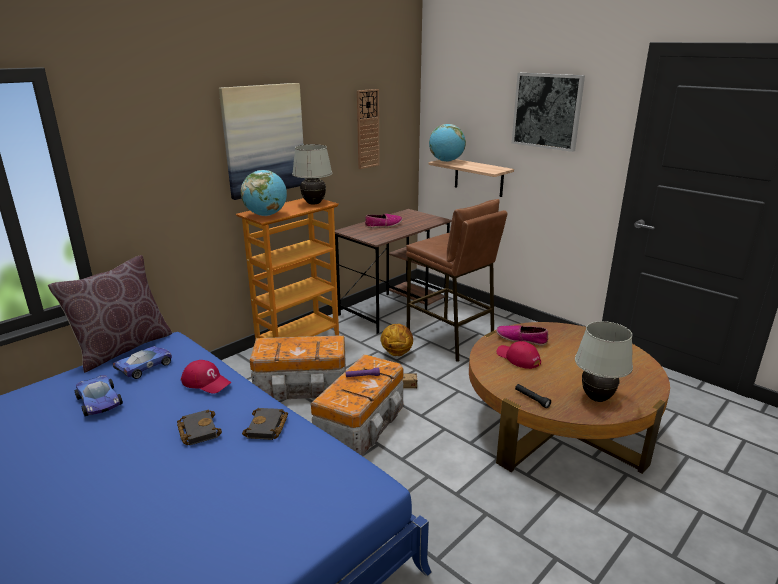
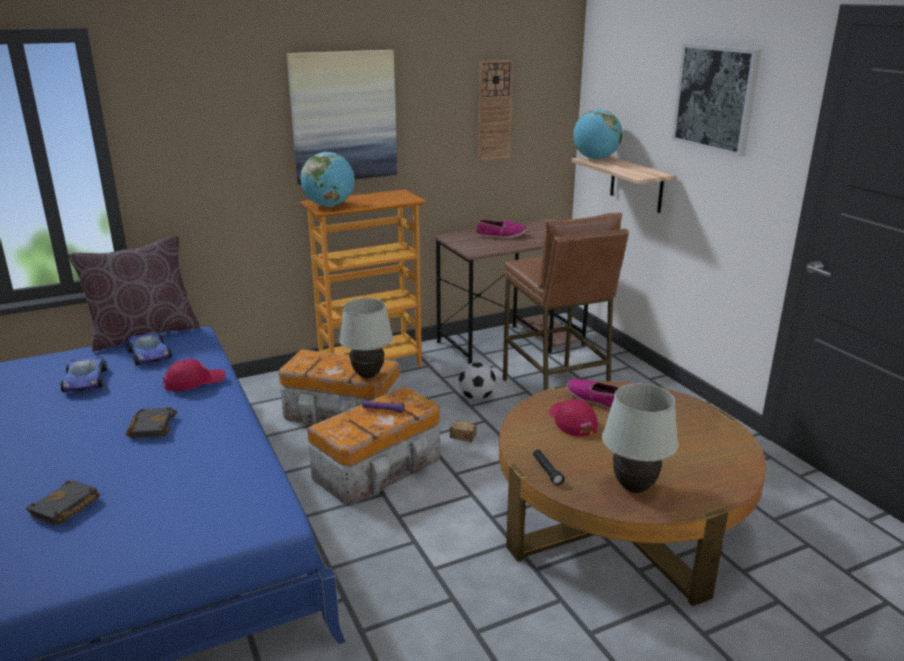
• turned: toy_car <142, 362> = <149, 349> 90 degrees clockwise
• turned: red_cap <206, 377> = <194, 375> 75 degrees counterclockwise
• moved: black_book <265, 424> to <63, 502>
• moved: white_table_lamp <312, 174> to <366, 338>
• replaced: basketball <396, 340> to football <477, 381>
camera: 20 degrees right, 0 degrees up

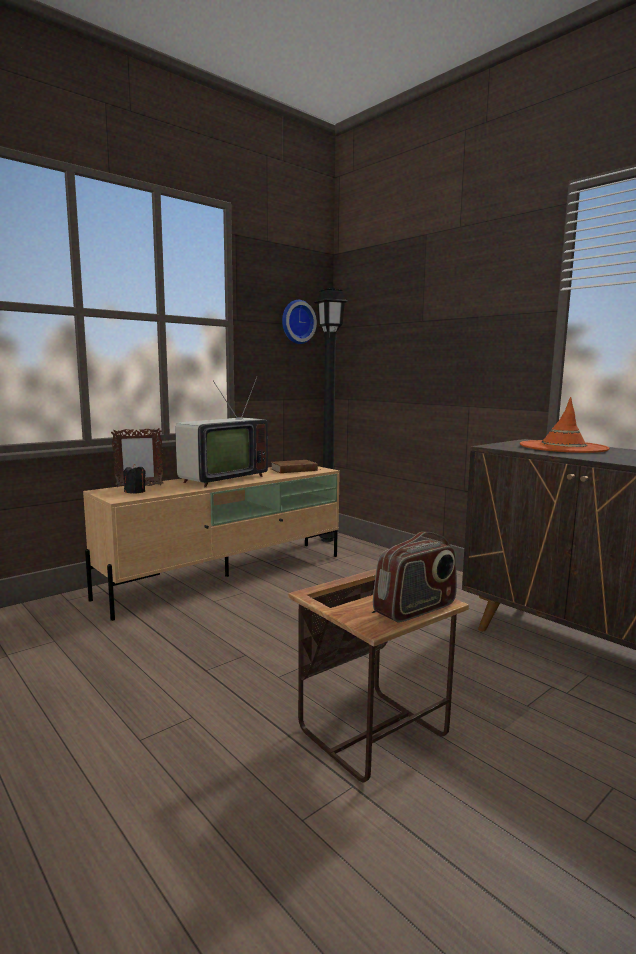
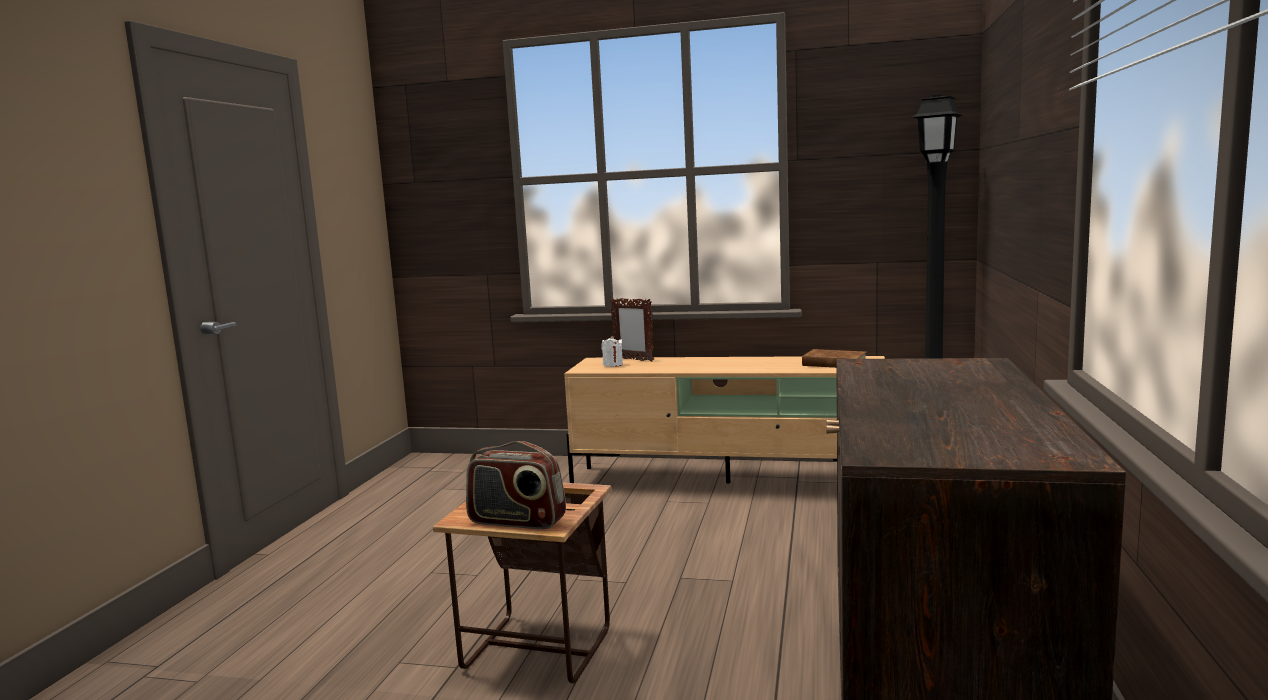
• recoloured: black_candle <135, 479> to white_candle <612, 351>
• removed: television <221, 432>
• removed: wall_clock <299, 322>
• removed: orange_hat <565, 425>
camera: 55 degrees right, 0 degrees up

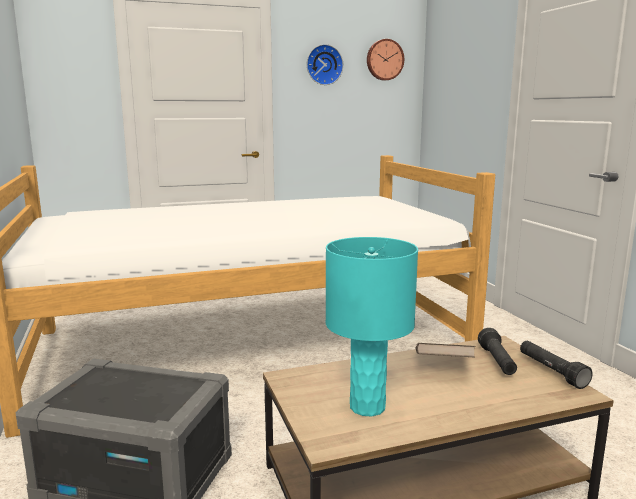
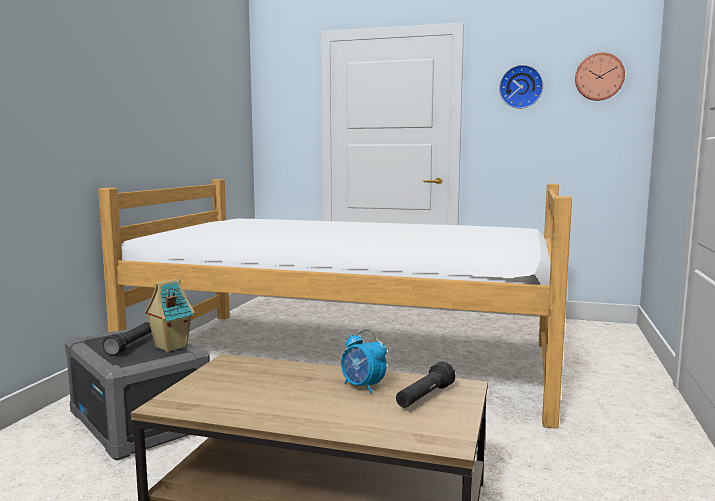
• removed: turquoise_table_lamp <371, 327>
• replaced: brown_book <445, 350> to alarm_clock <364, 362>
• moved: black_flashlight <556, 365> to <127, 339>
• added: toy_house <169, 315>
camera: 35 degrees right, 5 degrees down

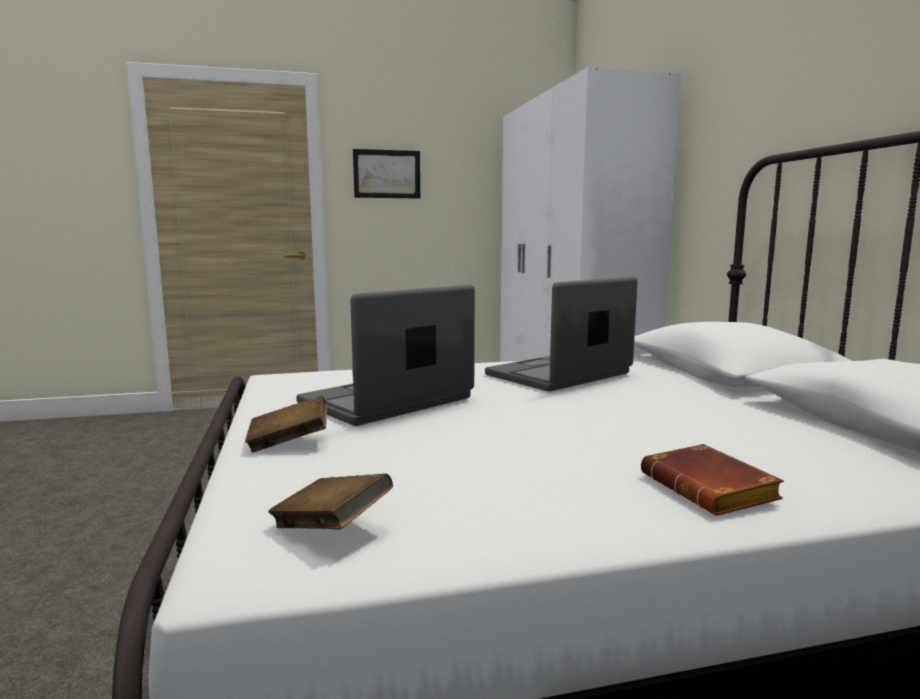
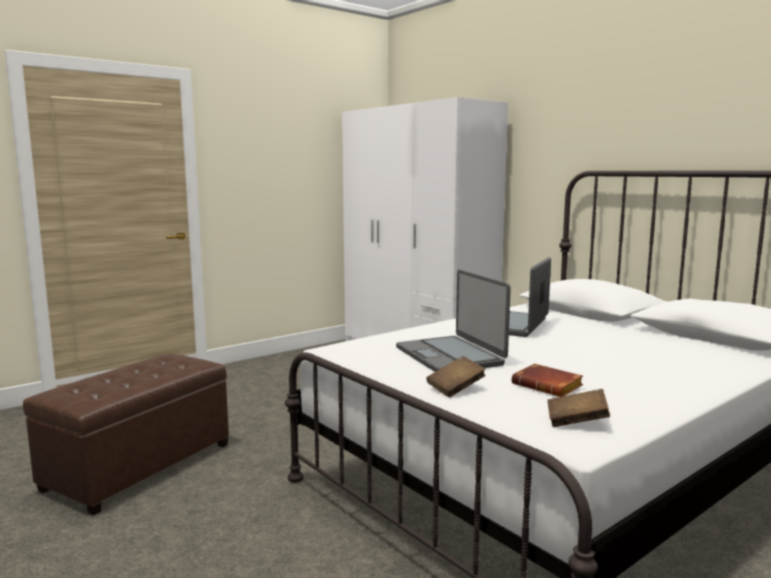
• turned: laptop <385, 355> = <453, 321> 45 degrees counterclockwise
• removed: picture <386, 174>
• moved: brown_book <712, 480> to <547, 380>
• added: brown_ottoman <126, 434>
camera: 25 degrees left, 0 degrees up

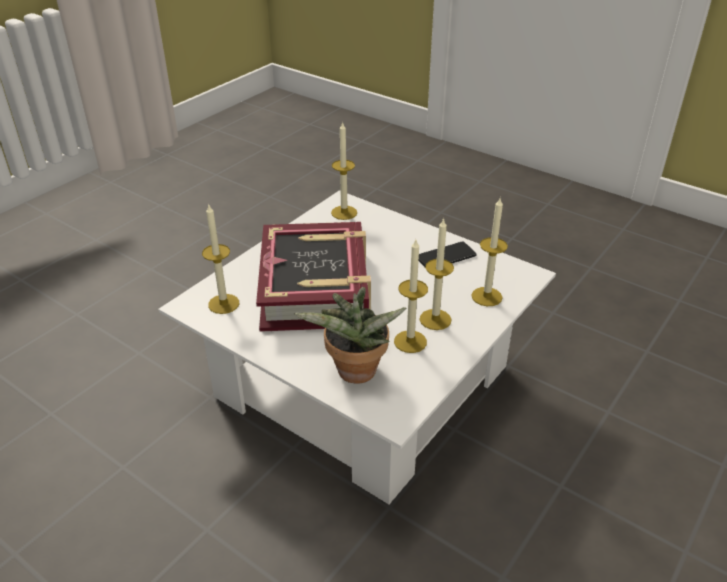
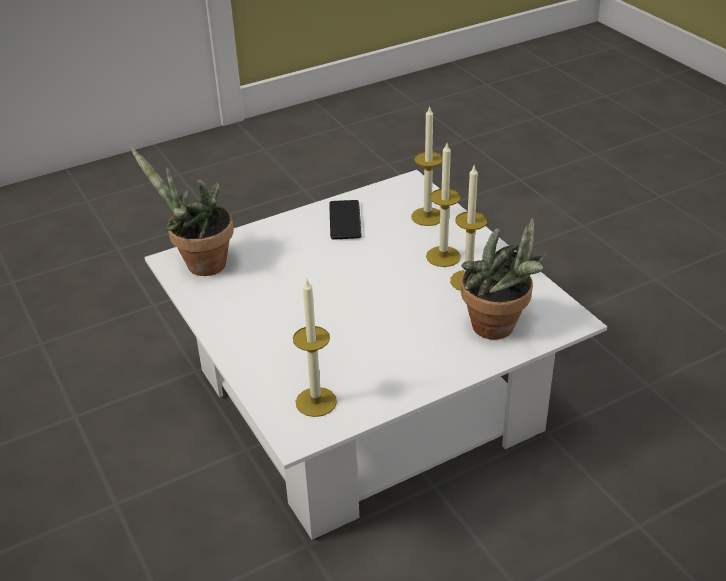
• removed: book <313, 277>
• replaced: candle <344, 170> to potted_plant <182, 211>
camera: 65 degrees left, 0 degrees up

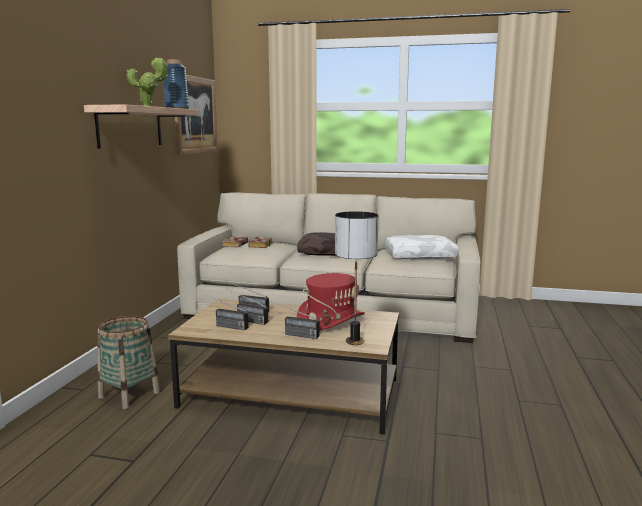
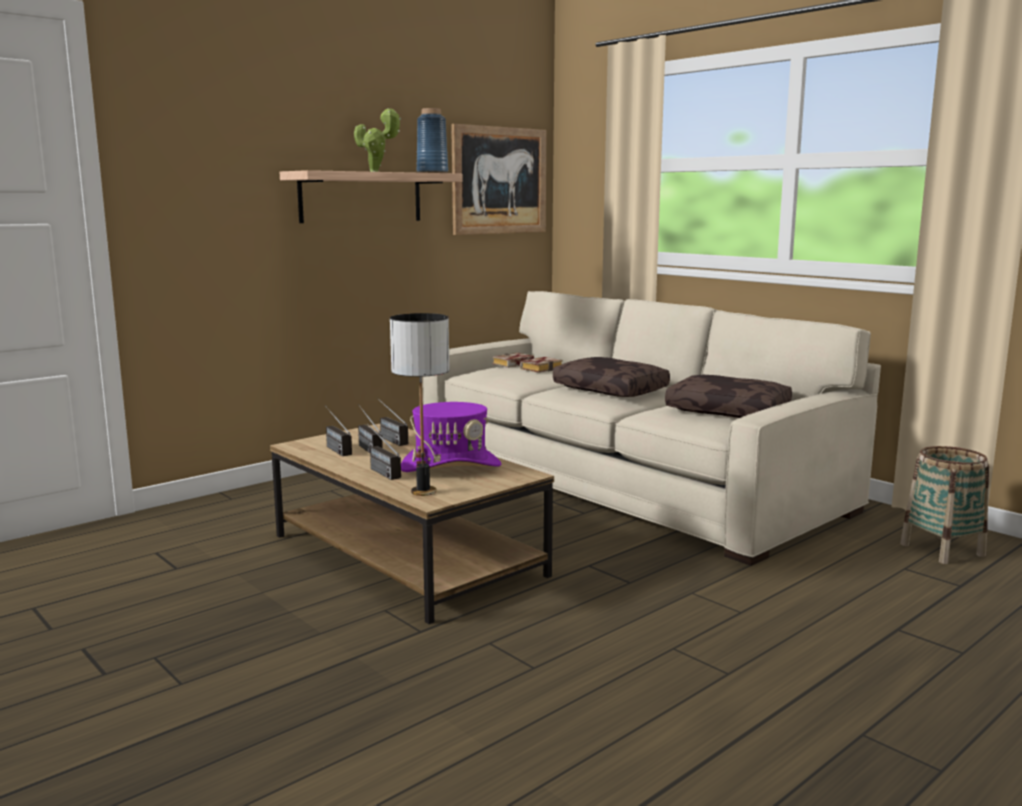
• moved: basket <128, 362> to <944, 505>
• recoloured: red_hat <331, 301> to purple_hat <451, 437>
• recoloured: white_pillow <422, 247> to brown_pillow <728, 396>
camera: 35 degrees right, 0 degrees up

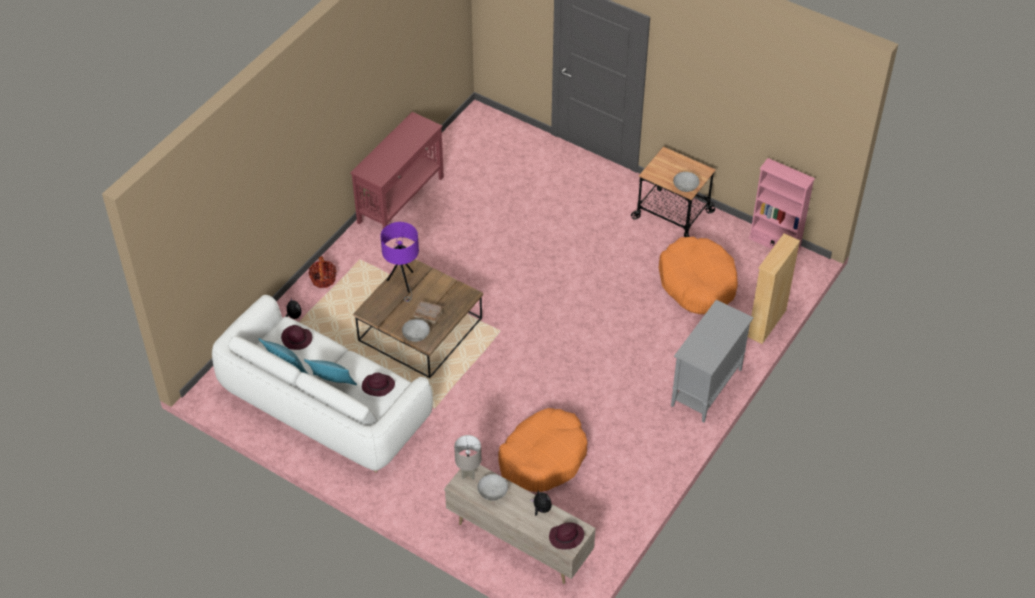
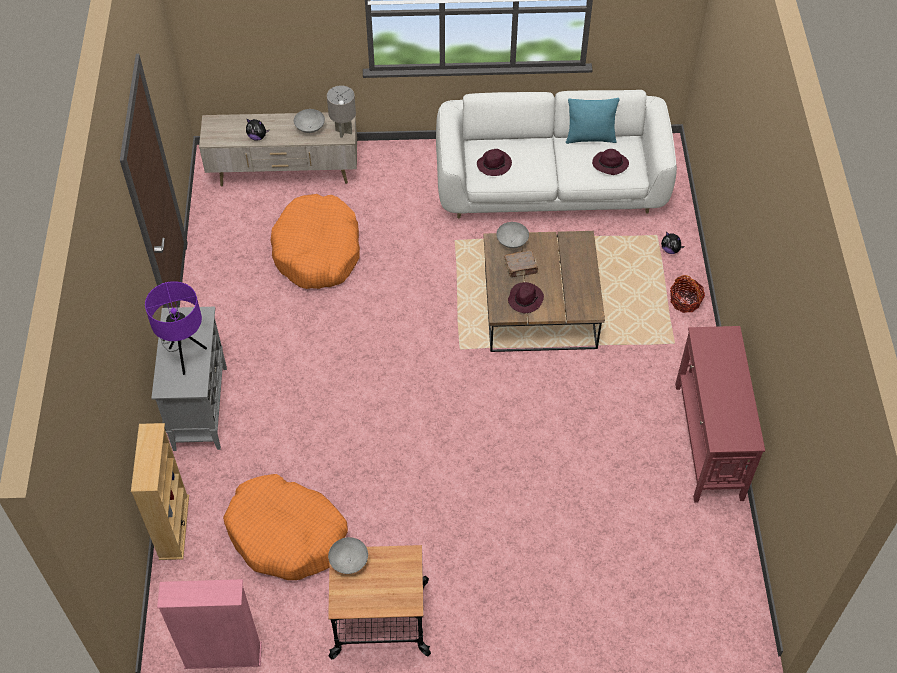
• removed: turquoise_pillow <330, 372>
• moved: purple_table_lamp <399, 262> to <176, 328>
• moved: purple_hat <566, 535> to <526, 297>
camera: 145 degrees right, 5 degrees up

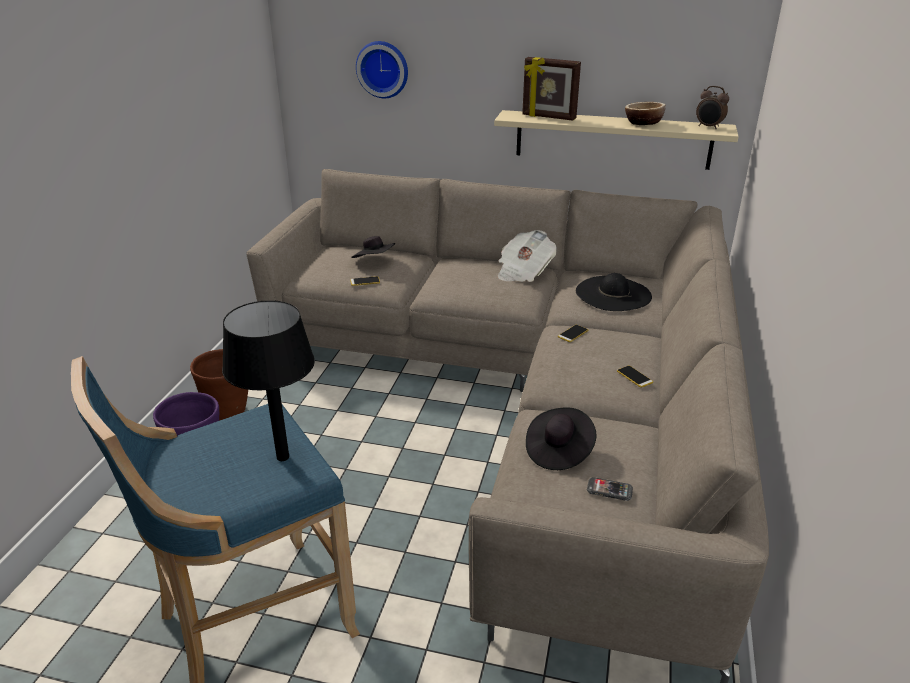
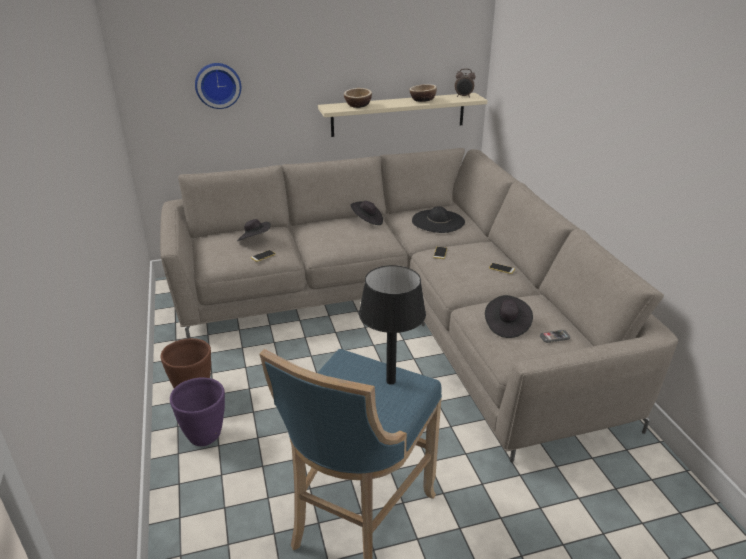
• replaced: newspaper <527, 256> to black_hat <366, 213>
• replaced: picture_frame <551, 89> to bowl <358, 98>
camera: 30 degrees left, 0 degrees up

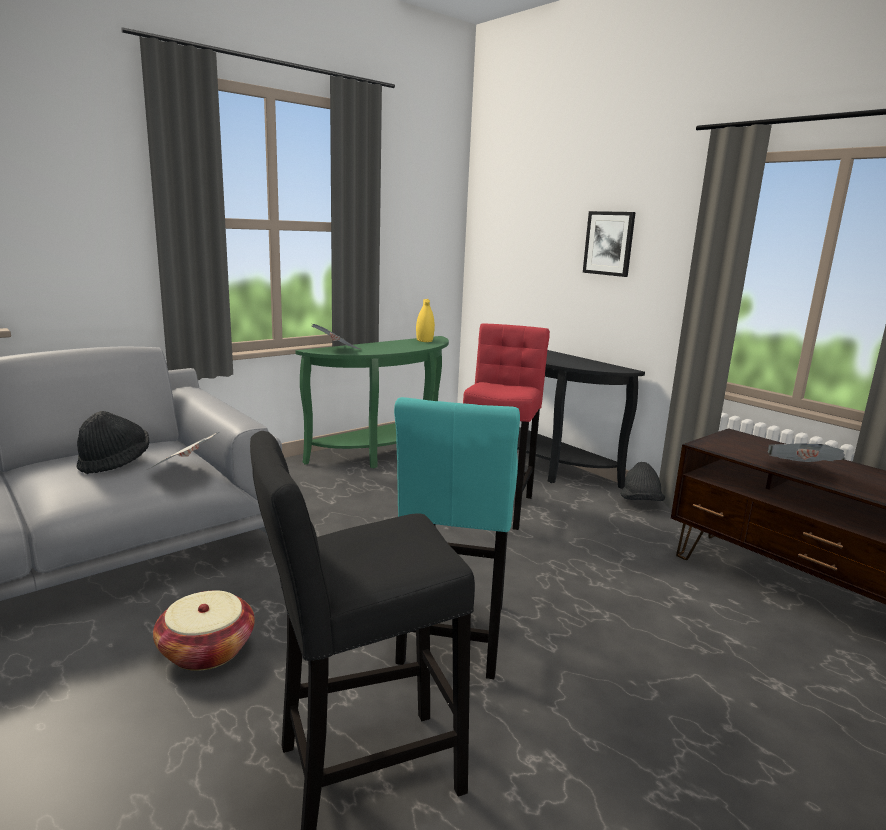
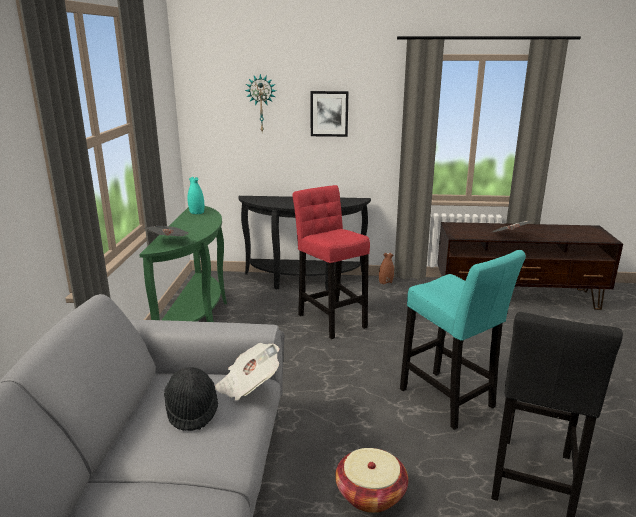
• recoloured: yellow_vase <425, 320> to turquoise_vase <195, 195>
• replaced: black_hat <642, 481> to brown_vase <386, 268>
• added: wall_clock <260, 103>
camera: 45 degrees left, 5 degrees up

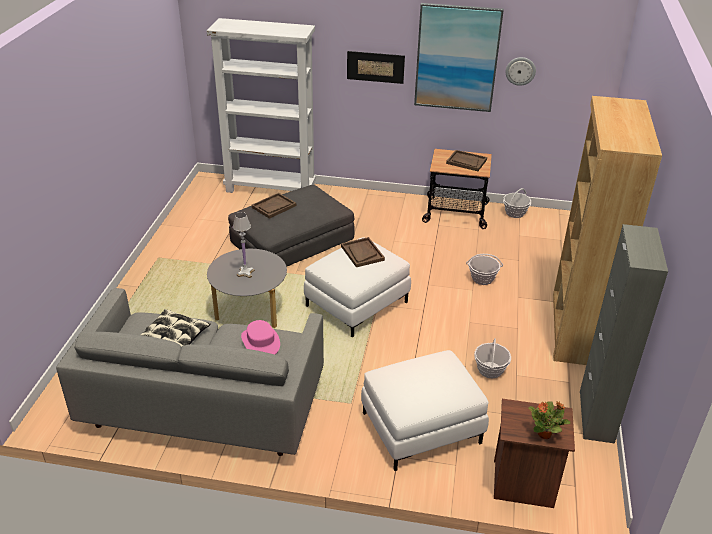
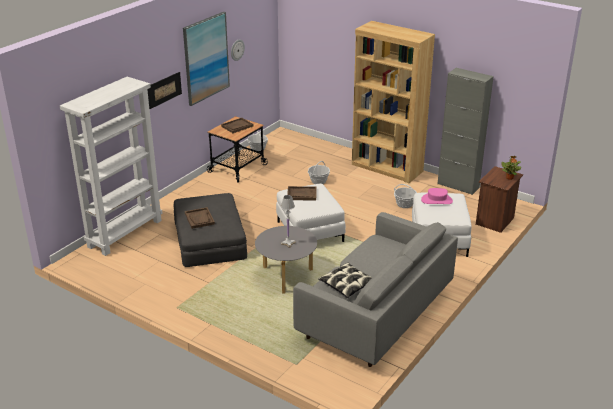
• moved: pink_hat <260, 337> to <437, 196>
camera: 65 degrees left, 5 degrees down

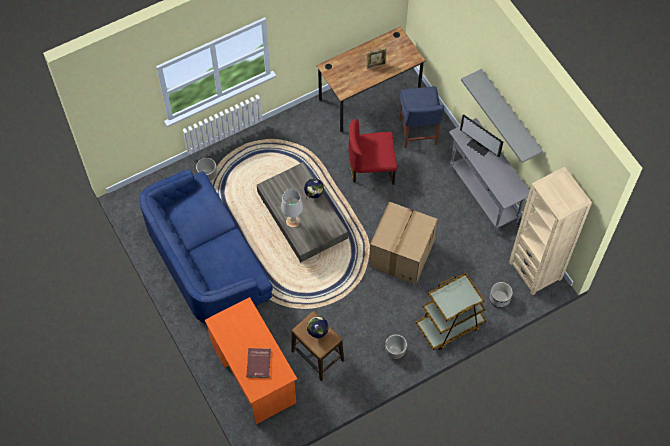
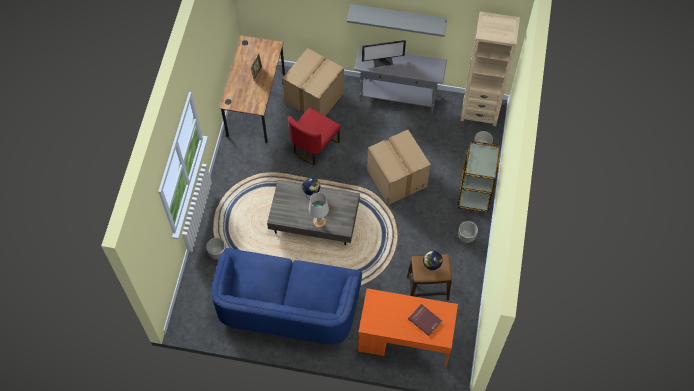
• replaced: blue_chair <422, 117> to cardboard_box <313, 82>
camera: 50 degrees left, 0 degrees up

